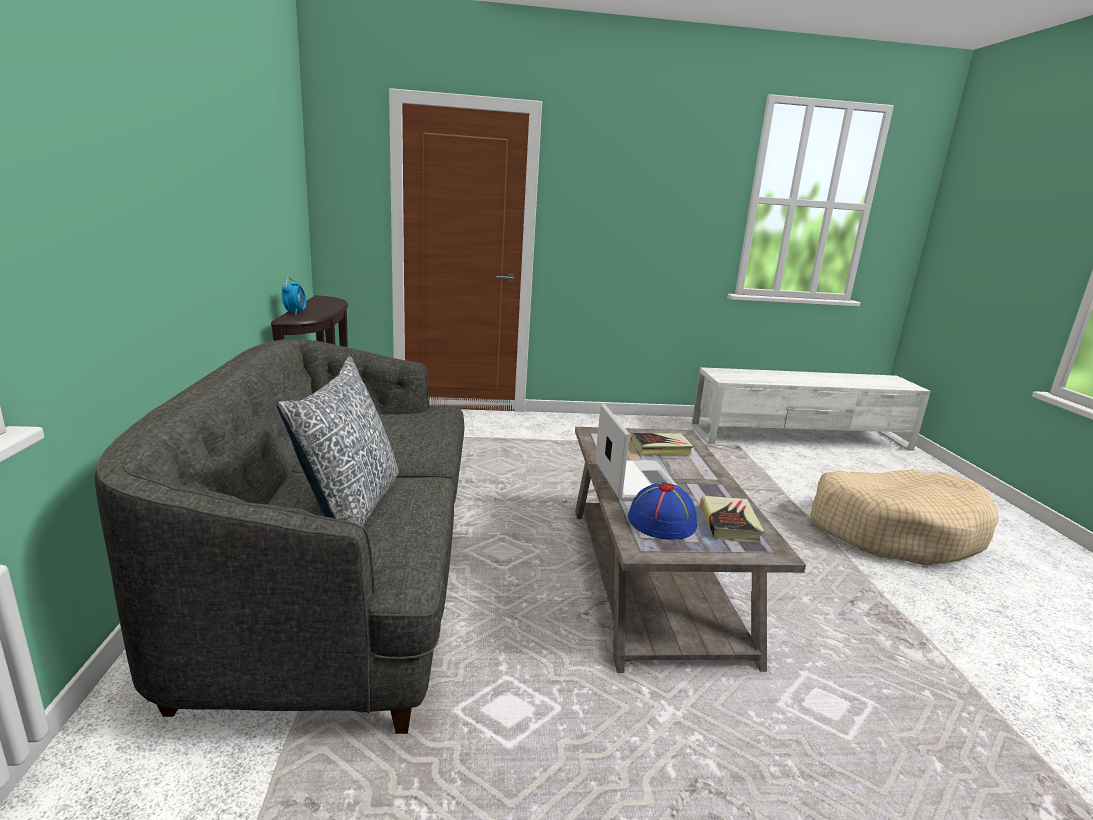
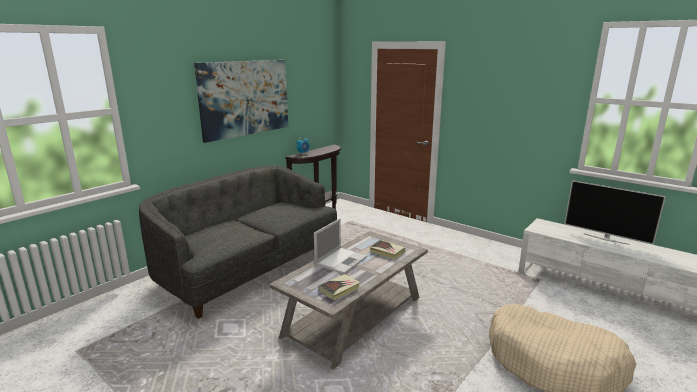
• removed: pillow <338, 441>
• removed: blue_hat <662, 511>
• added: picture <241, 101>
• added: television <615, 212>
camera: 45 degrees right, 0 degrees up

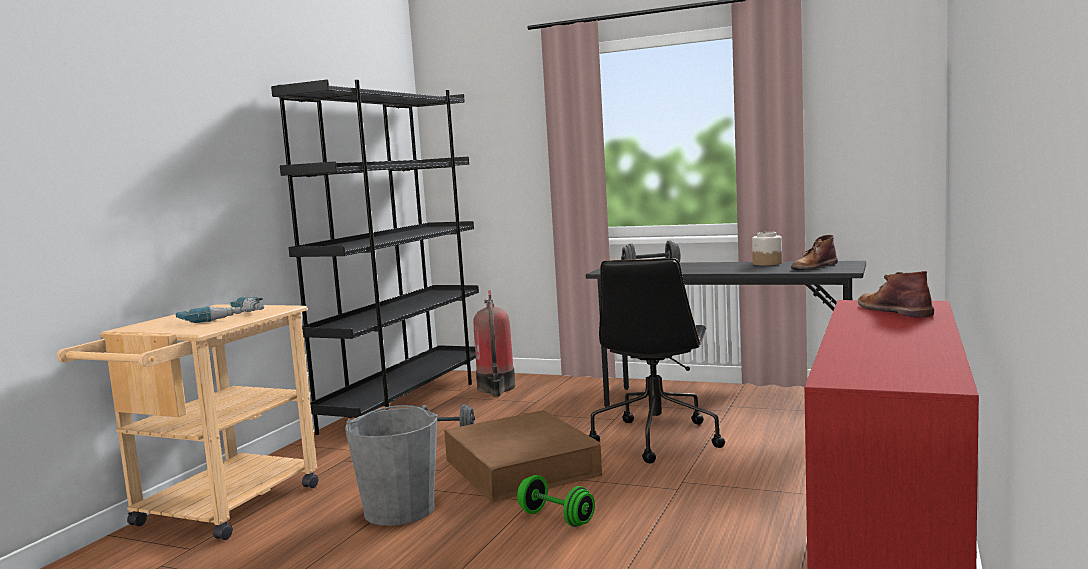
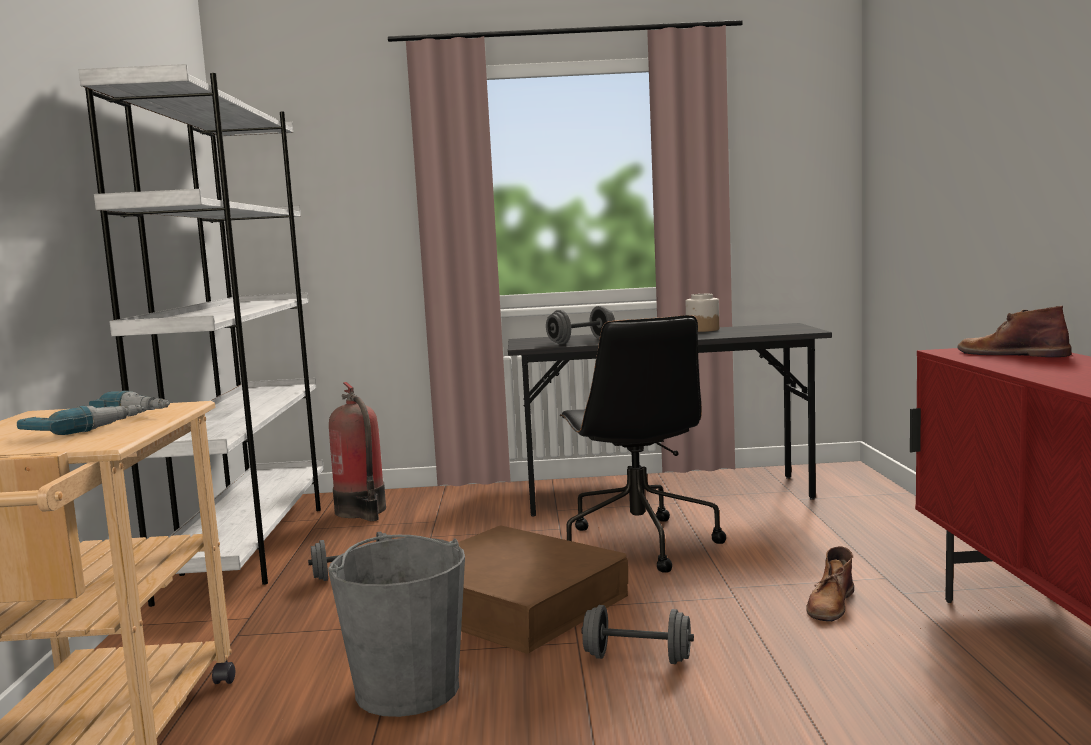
• recoloured: black_bookcase <375, 257> to white_bookcase <201, 335>
• recoloured: green_dumbbell <556, 501> to grey_dumbbell <637, 634>
• moved: brown_boot <814, 252> to <830, 583>
camera: 25 degrees left, 0 degrees up

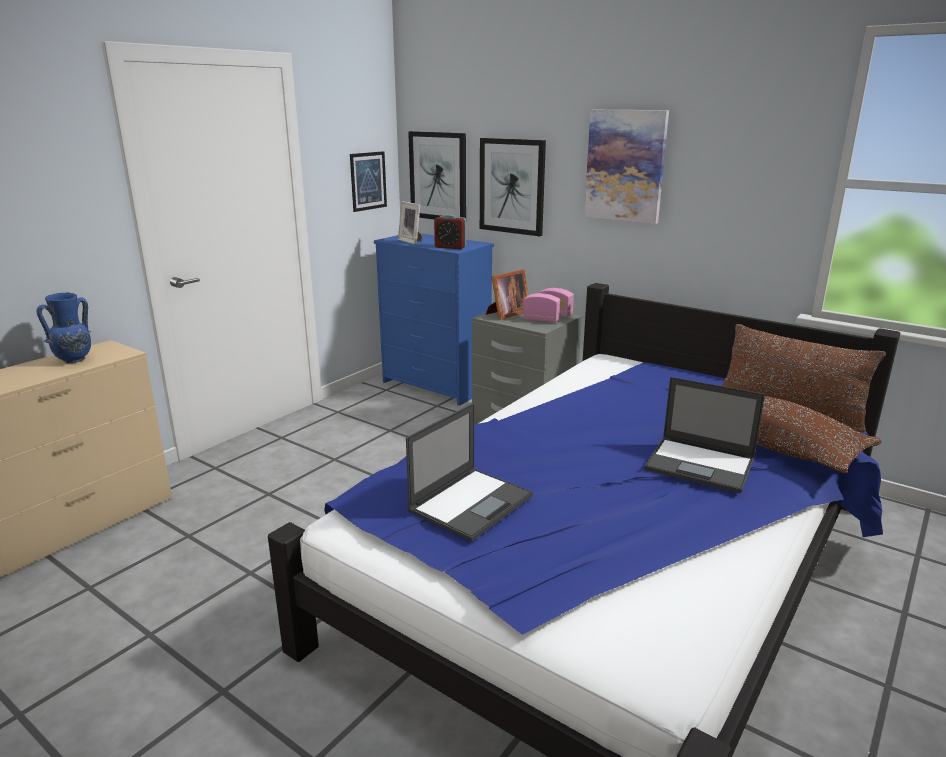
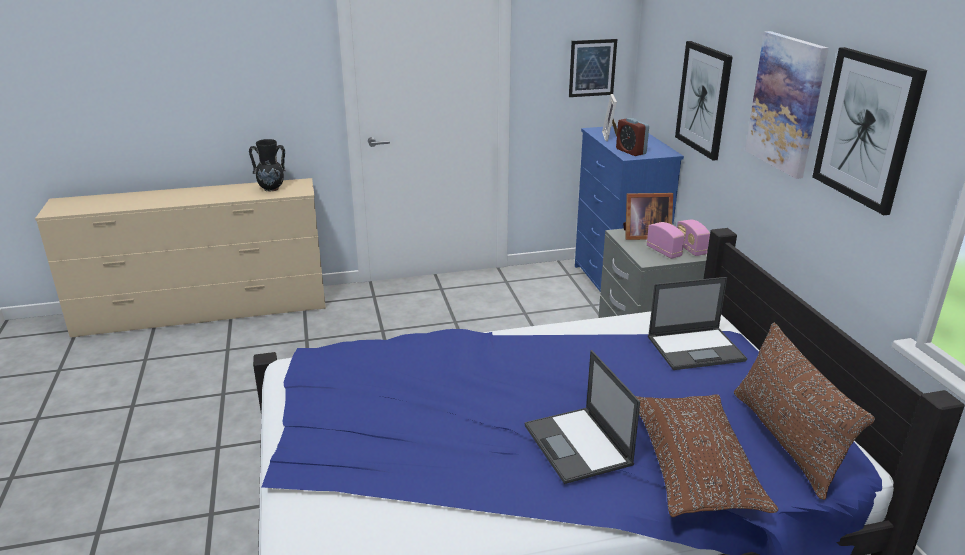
• recoloured: blue_vase <63, 327> to black_vase <267, 165>
• moved: laptop <469, 472> to <697, 323>
• moved: picture <437, 175> to <869, 131>
camera: 40 degrees right, 5 degrees up

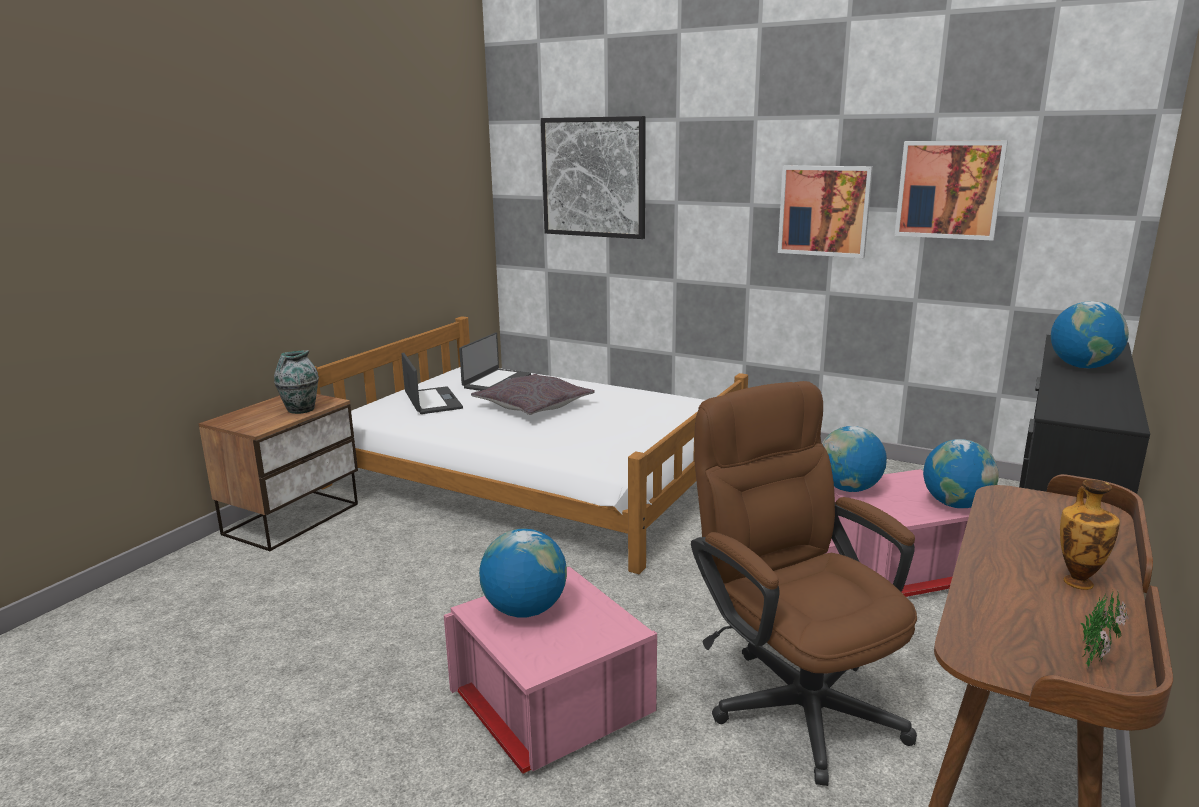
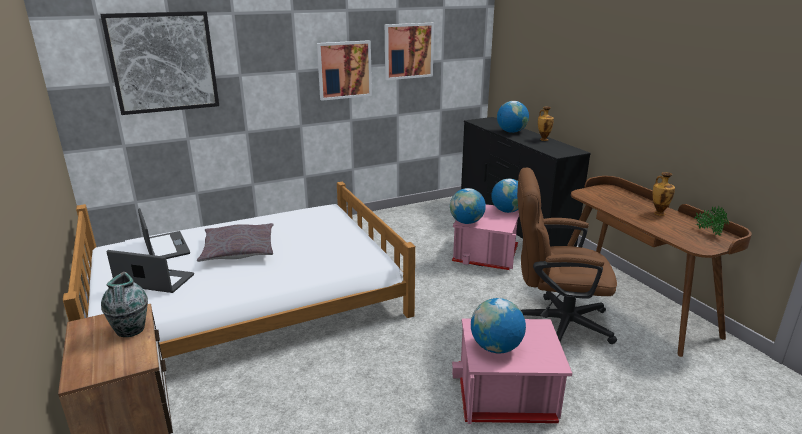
• added: vase <546, 123>
camera: 55 degrees left, 5 degrees up

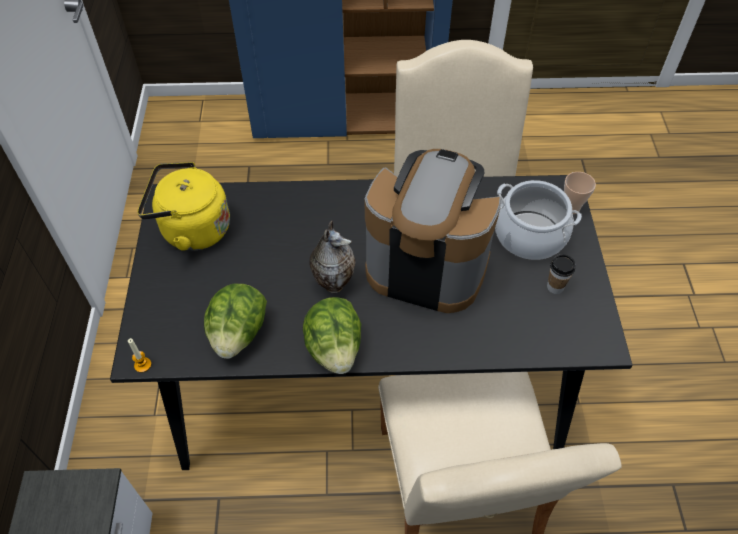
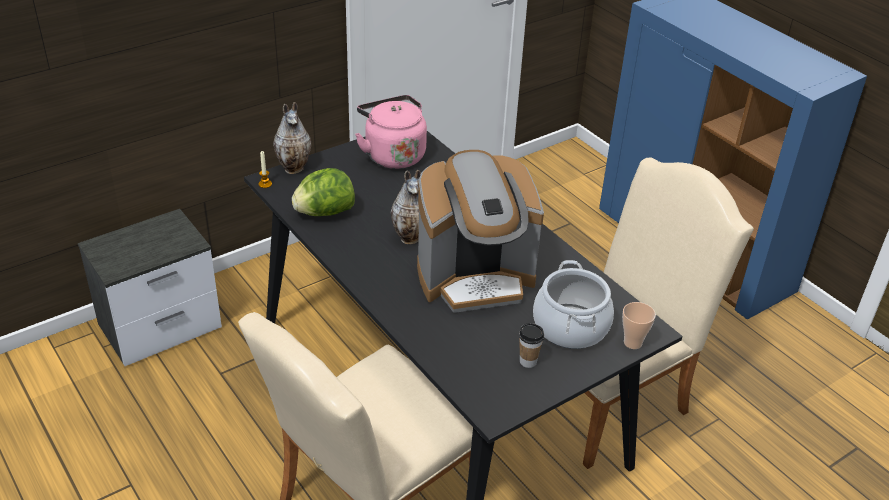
• recoloured: yellow_kettle <183, 206> to pink_kettle <391, 132>
• removed: lettuce <332, 335>
• turned: coffee_machine <433, 231> = <480, 231> 90 degrees clockwise
• added: vase <292, 138>
camera: 55 degrees right, 15 degrees down

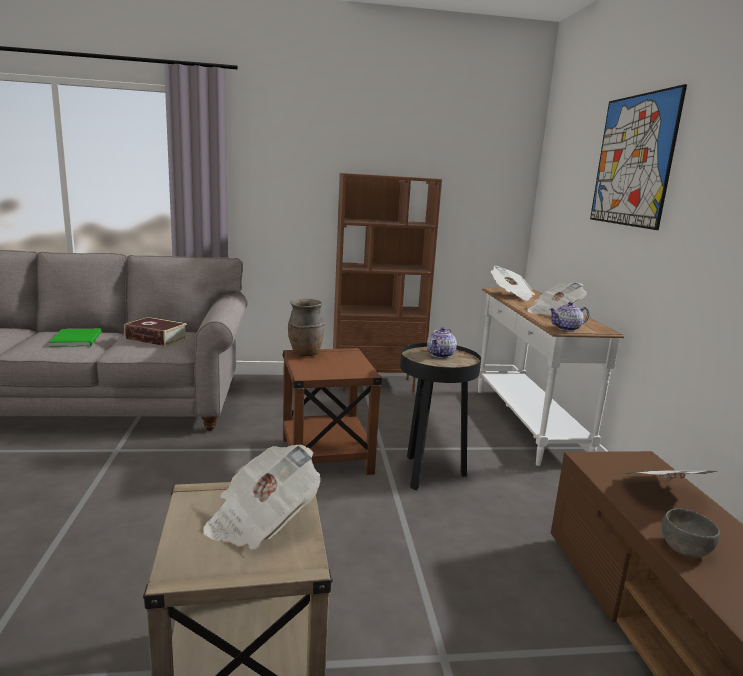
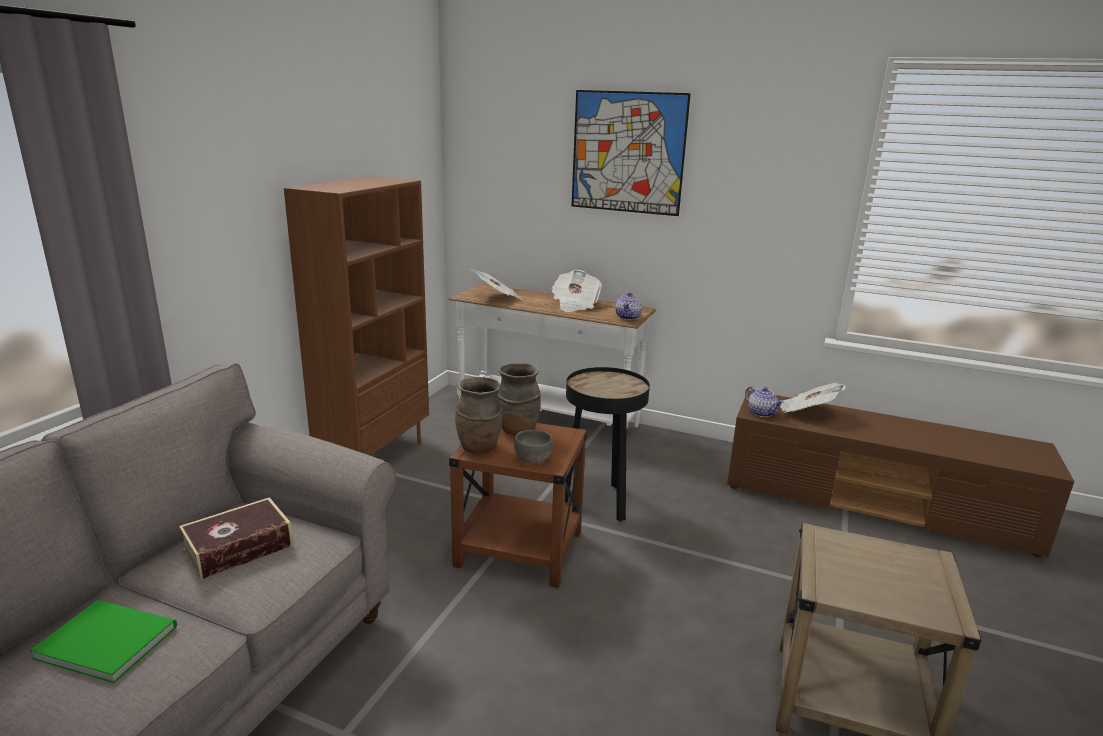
• removed: newspaper <262, 497>
• moved: teapot <442, 342> to <764, 401>
• moved: grey_bowl <691, 532> to <533, 446>
• added: brown_vase <519, 399>
camera: 60 degrees left, 5 degrees up

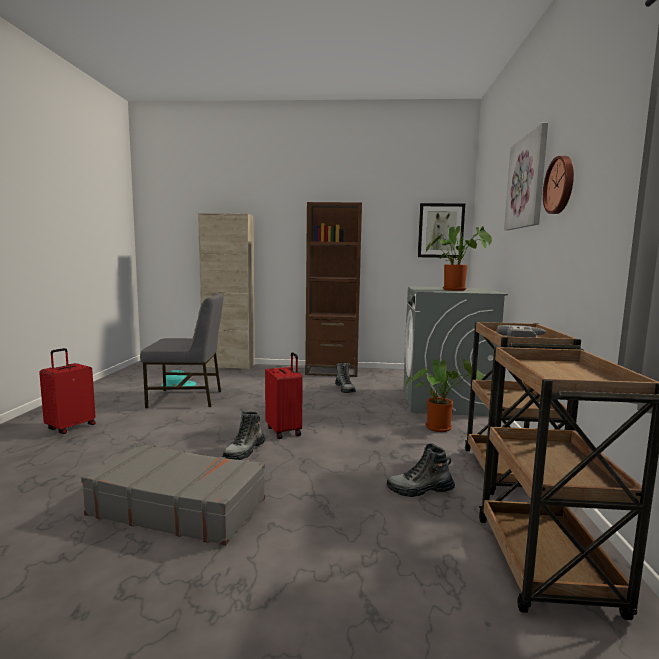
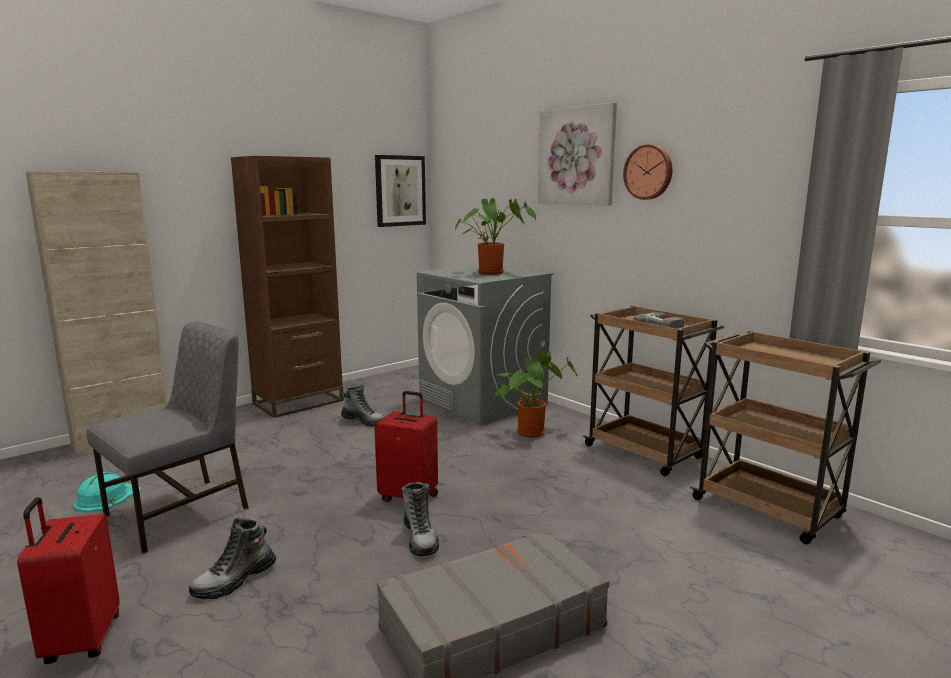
• moved: boot <421, 470> to <232, 558>
camera: 45 degrees left, 5 degrees up

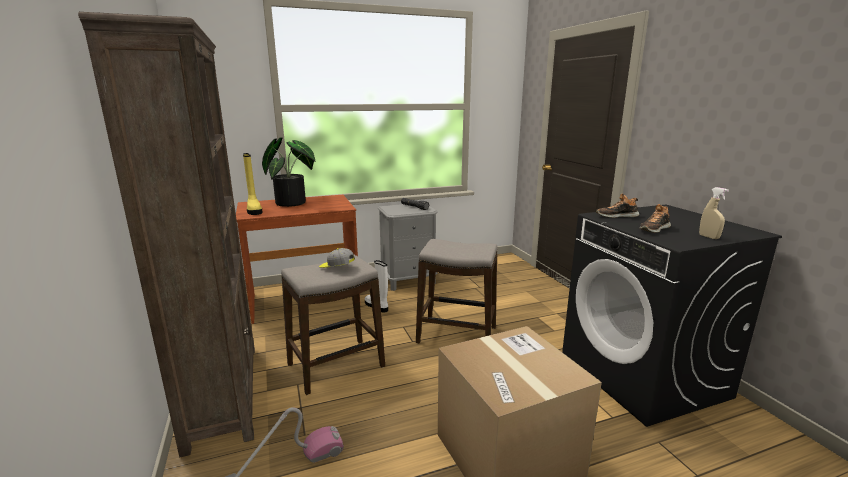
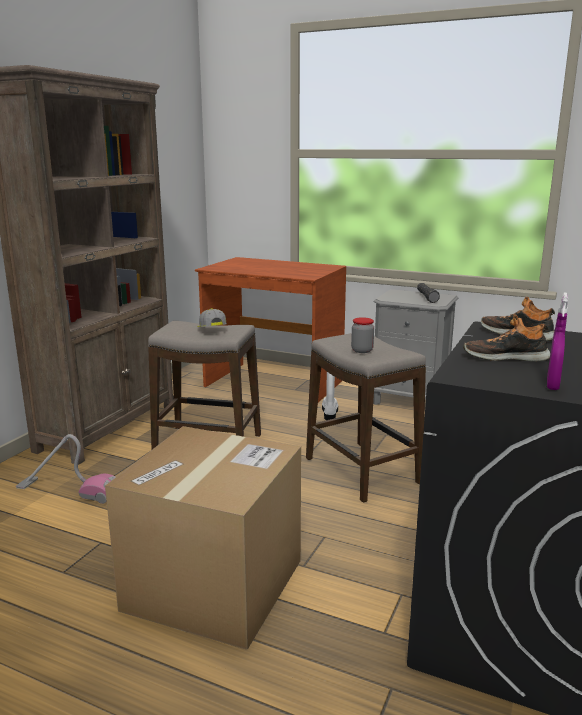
• removed: yellow_boot <252, 184>
• removed: potted_plant <288, 172>
• recoloured: beige_spray_bottle <714, 213> to purple_spray_bottle <558, 341>
• added: jar <362, 335>
camera: 45 degrees right, 0 degrees up

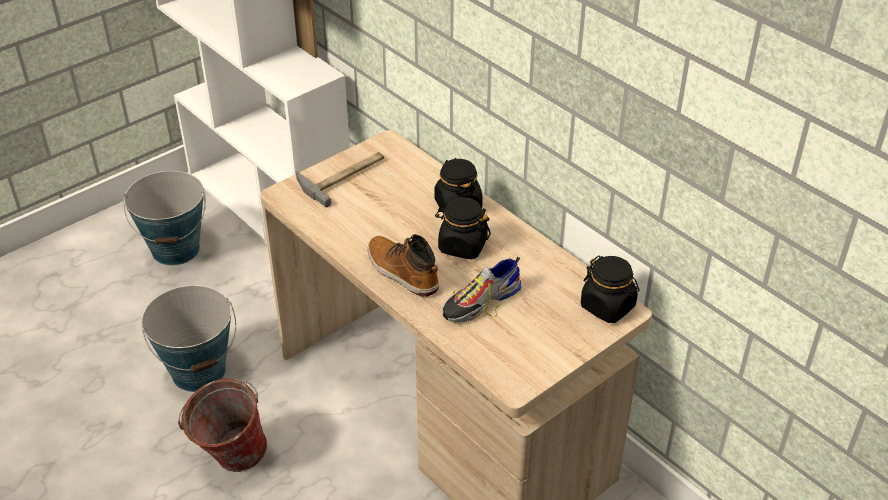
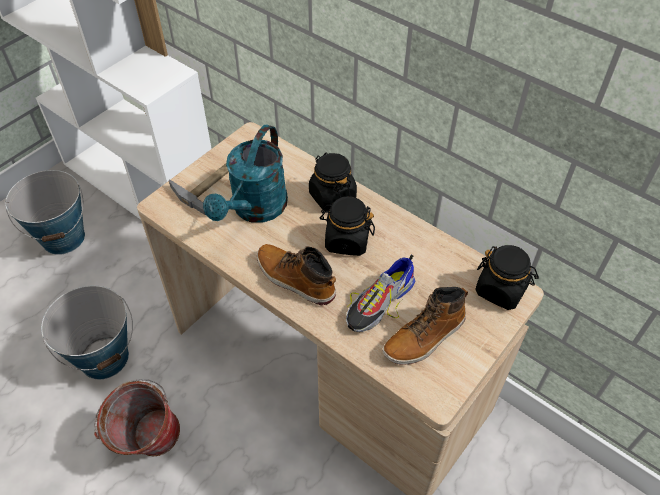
• added: turquoise_watering_can <245, 173>
• added: boot <425, 325>
camera: 10 degrees left, 10 degrees up

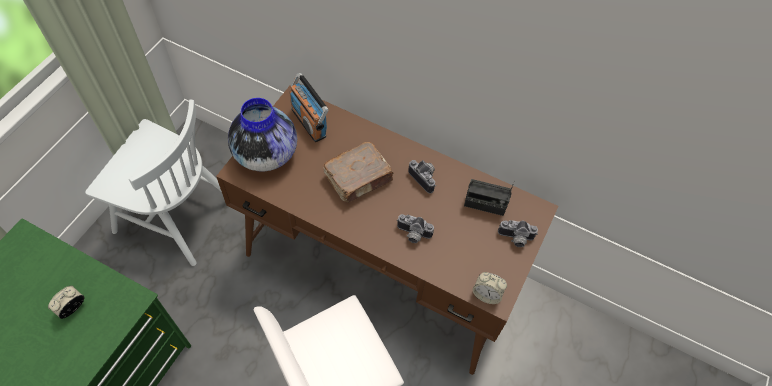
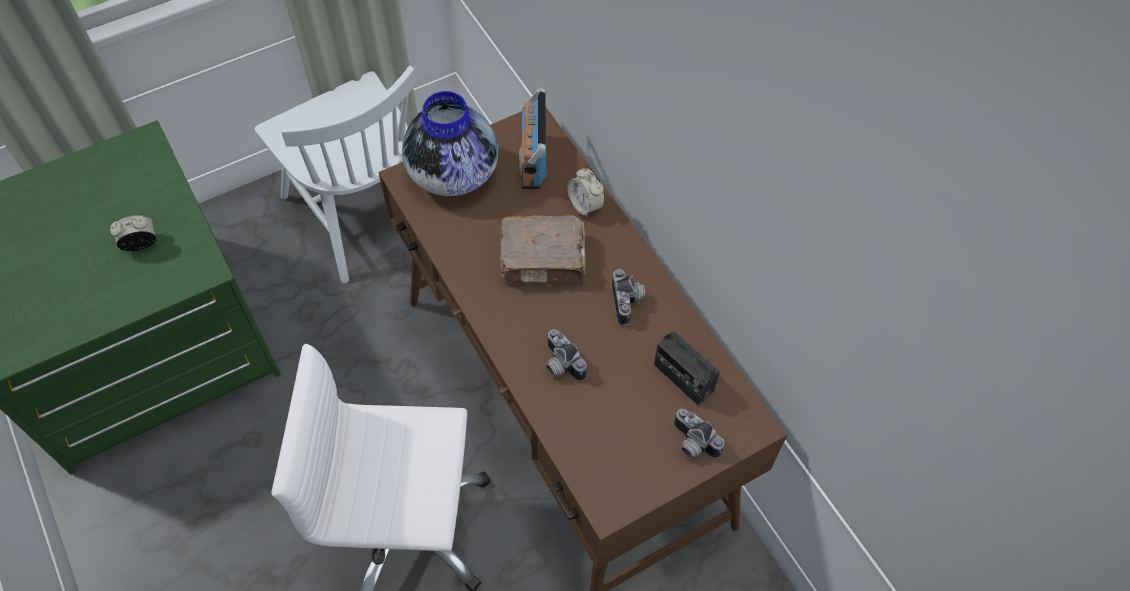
• moved: alarm_clock <490, 288> to <586, 192>
camera: 35 degrees right, 0 degrees up

